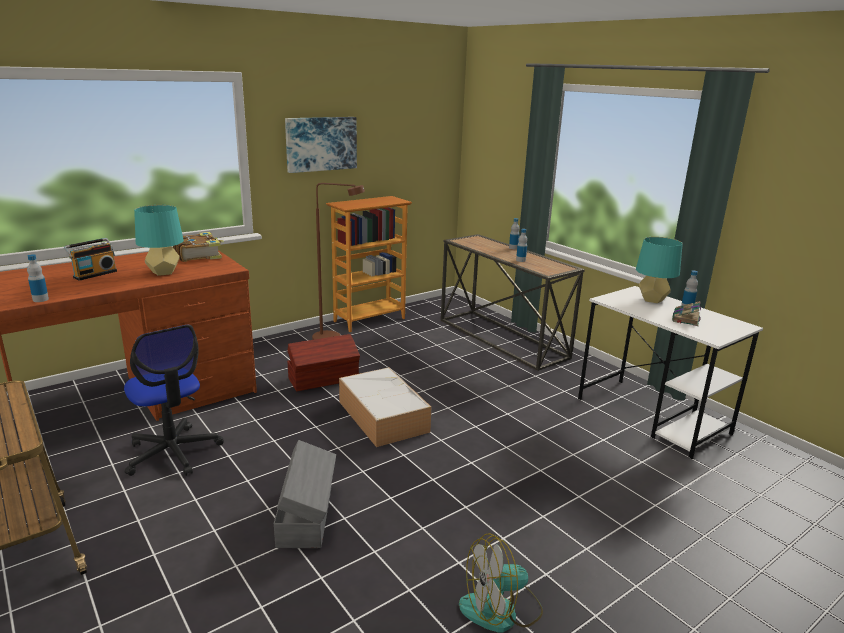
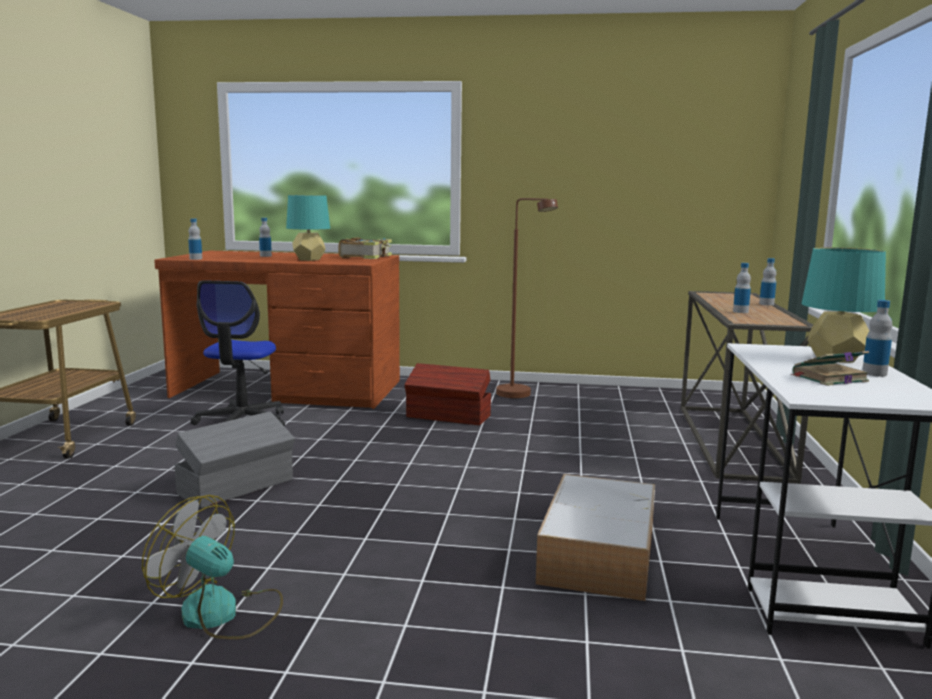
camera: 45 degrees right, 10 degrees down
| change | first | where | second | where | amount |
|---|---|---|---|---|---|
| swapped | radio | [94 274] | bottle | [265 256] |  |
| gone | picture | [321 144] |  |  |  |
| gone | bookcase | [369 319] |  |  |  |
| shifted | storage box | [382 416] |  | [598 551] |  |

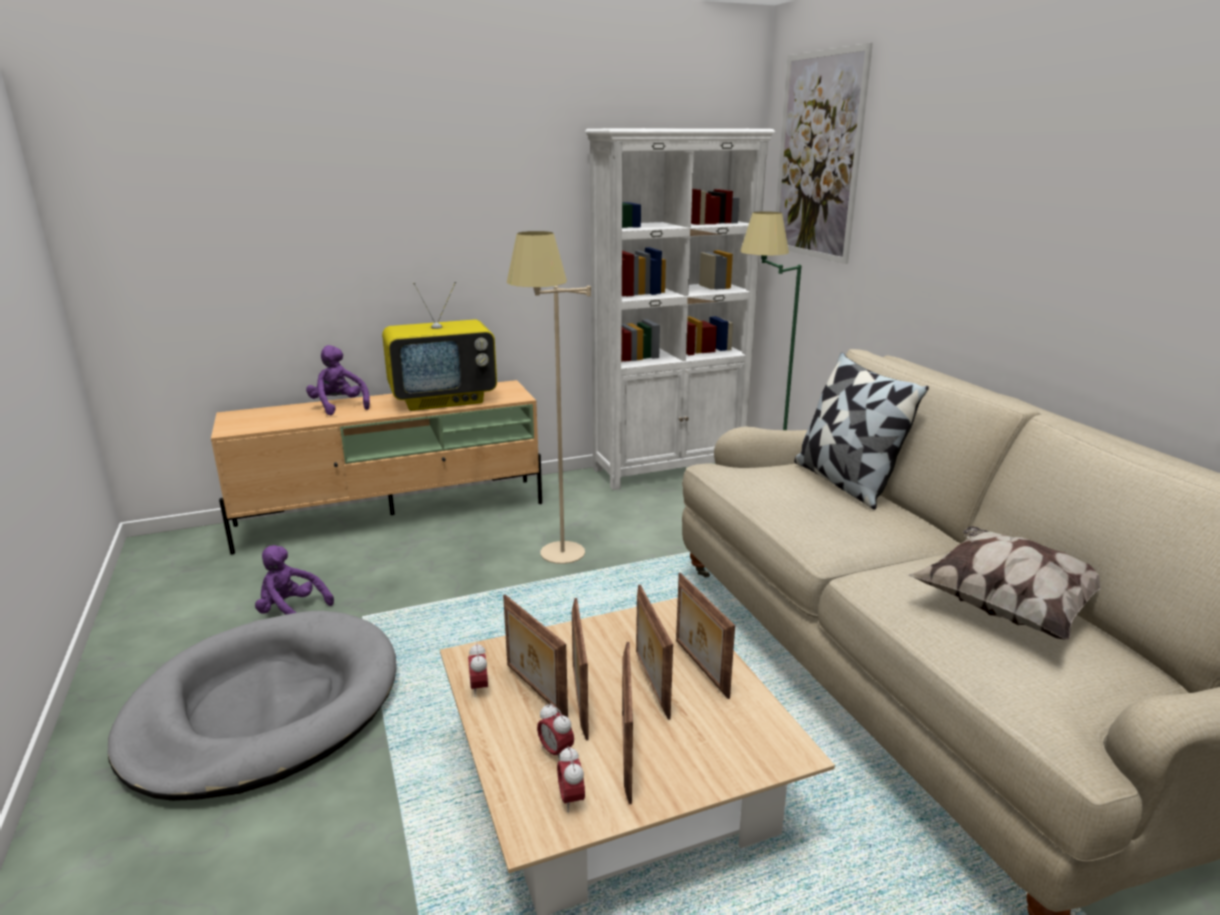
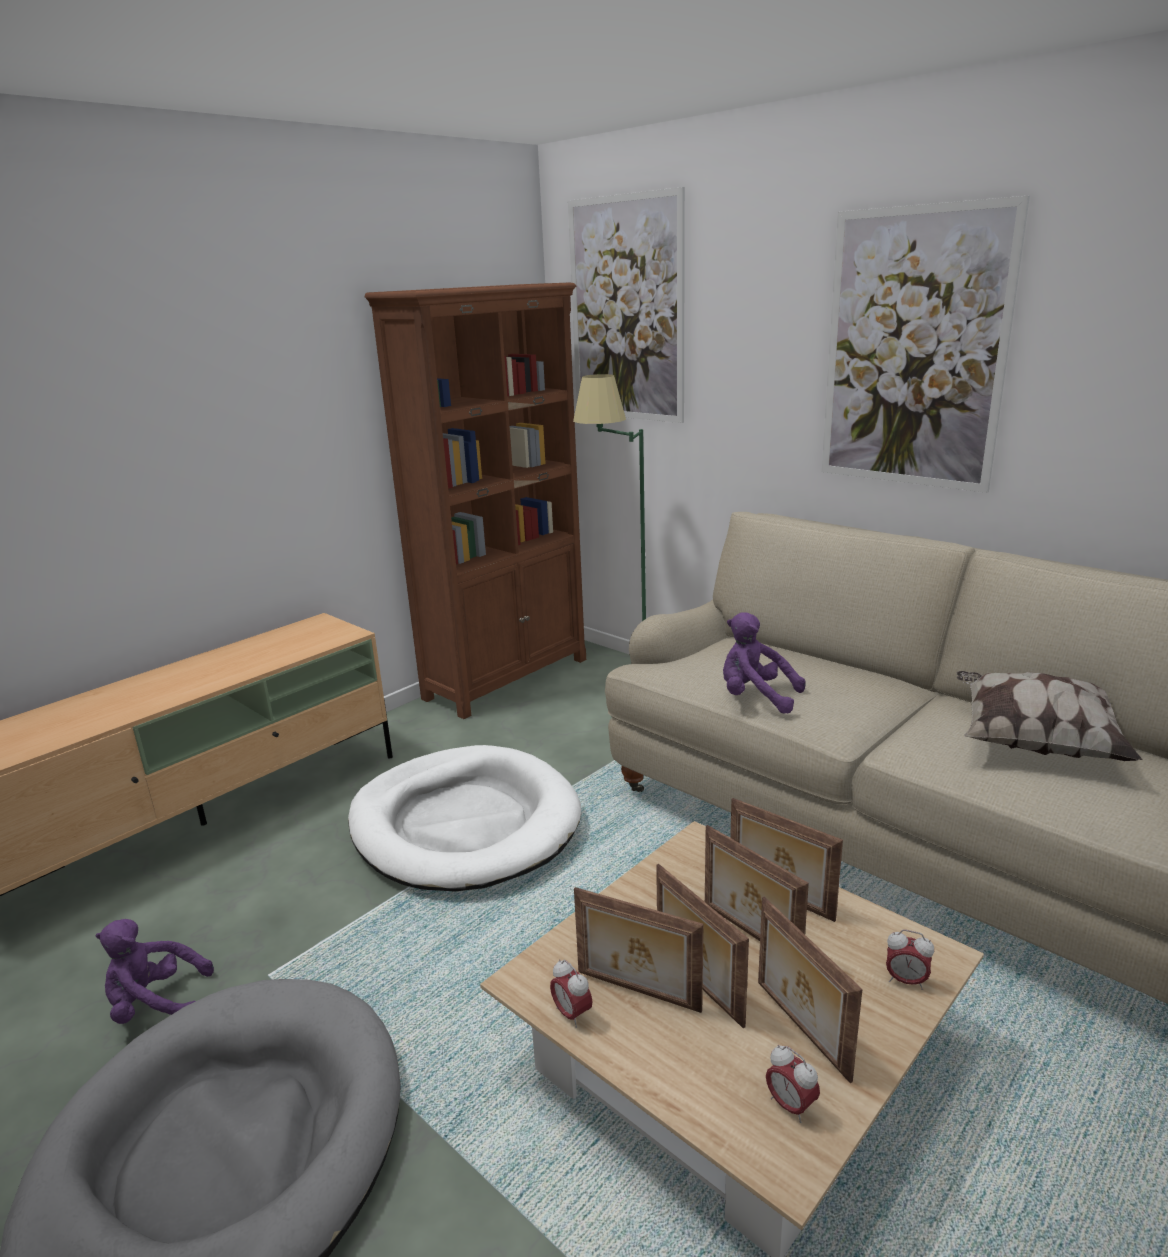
camera: 25 degrees left, 0 degrees up
| change | first | where | second | where | amount |
|---|---|---|---|---|---|
| shifted | purple plush toy | [339 406] |  | [755 697] |  |
| gone | television | [444 400] |  |  |  |
| swapped | beige floor lamp | [555 562] | white dog bed | [464 824] |  |
| shifted | alarm clock | [555 751] |  | [906 981] |  |
| repainted | white bookcase | [670 468] | brown bookcase | [508 678] |  |
| gone | pillow | [845 482] |  |  |  |
| new |  |  | picture | [913 350] |  |

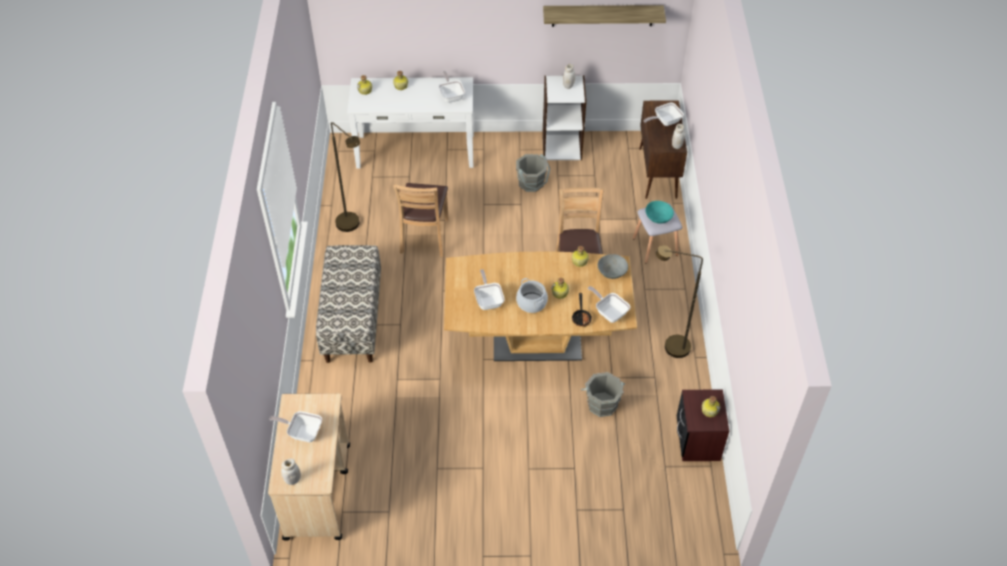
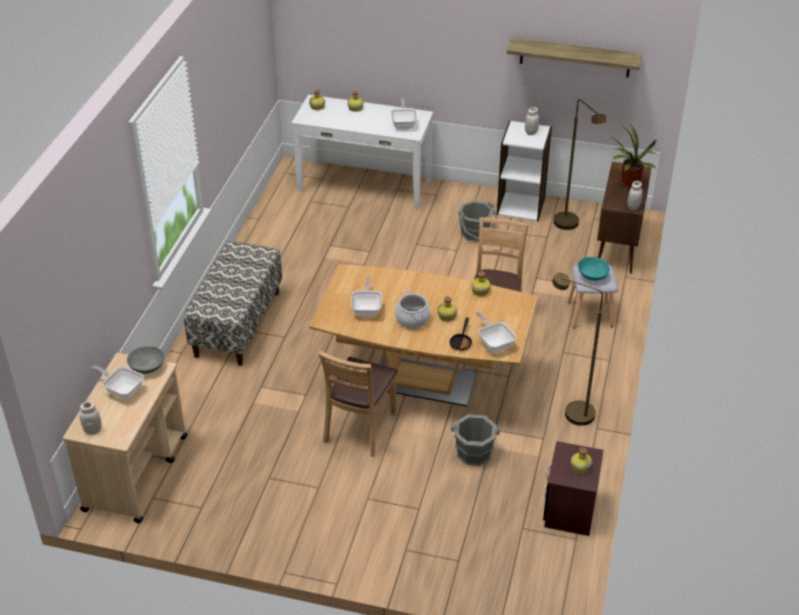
camera: 15 degrees right, 10 degrees down
| change | first | where | second | where | amount |
|---|---|---|---|---|---|
| shifted | brown floor lamp | [352 226] |  | [570 226] |  |
| shifted | brown chair | [425 237] |  | [360 428] |  |
| shifted | grey bowl | [612 272] |  | [147 368] |  |
| swapped | frying pan | [664 121] | potted plant | [628 183] |  |

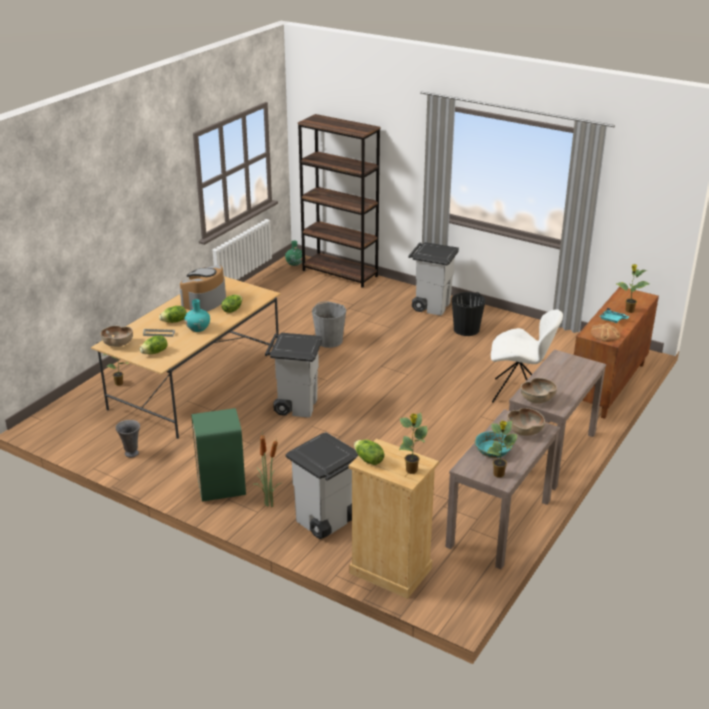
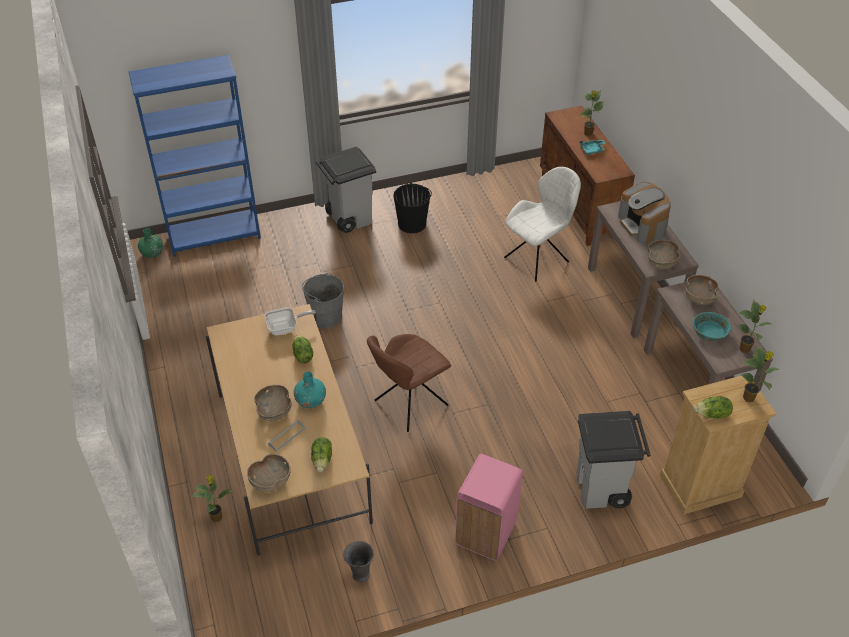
camera: 50 degrees left, 15 degrees up
| change | first | where | second | where | amount |
|---|---|---|---|---|---|
| swapped | lettuce | [174 321] | brown bowl | [274 411] |  |
| shifted | coffee machine | [204 301] |  | [642 225] |  |
| repainted | green trash can | [222 487] | pink trash can | [486 533] |  |
| gone | potted plant | [268 504] |  |  |  |
| swapped | grey trash can | [296 405] | brown chair | [409 404] |  |
| repainted | brown bookcase | [340 273] | blue bookcase | [214 236] |  |
| gone | bread | [605 334] |  |  |  |
| new |  |  | frying pan | [285 328] |  |

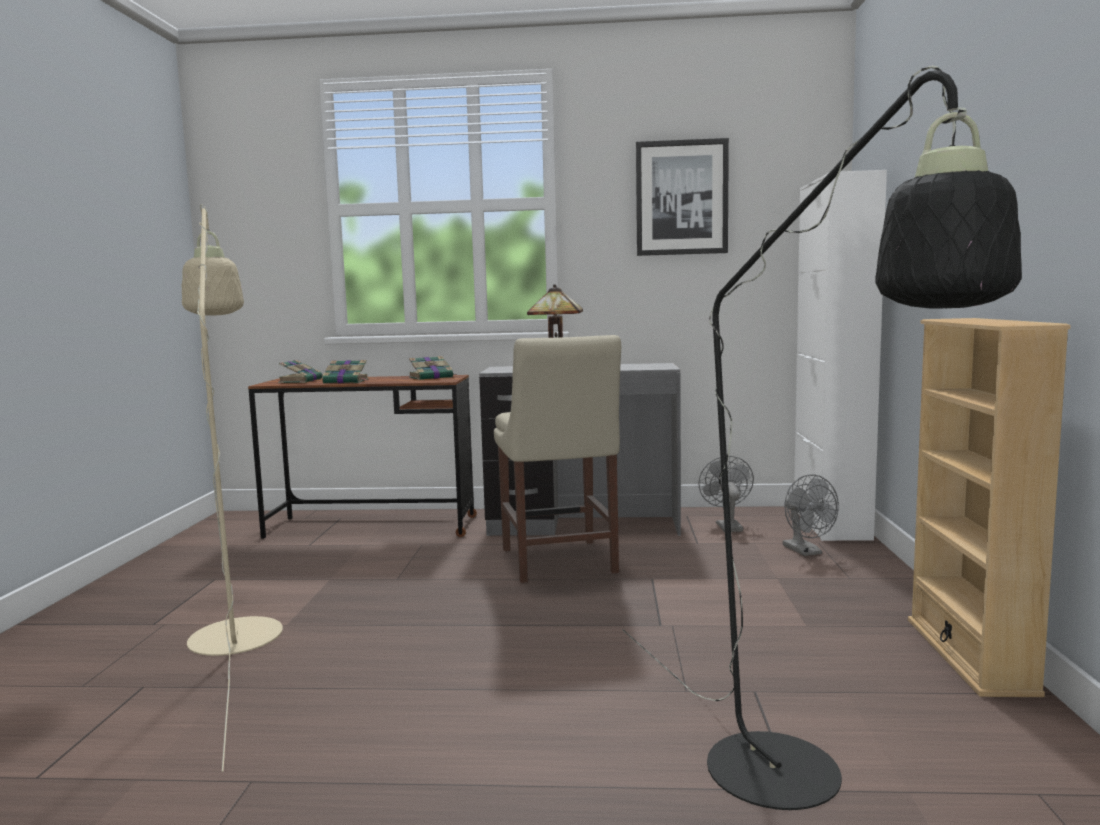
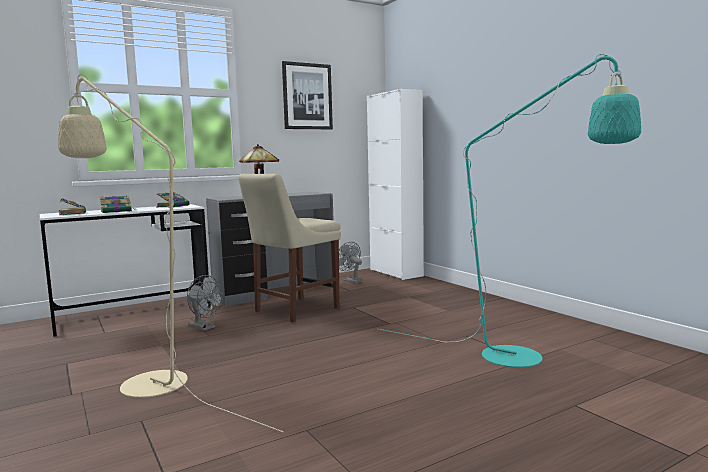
camera: 35 degrees left, 0 degrees up
| change | first | where | second | where | amount |
|---|---|---|---|---|---|
| repainted | brown desk | [371 527] | white desk | [134 315] |  |
| rotated | beige chair | [559 563] |  | [293 310] | 90 degrees clockwise |
| repainted | black floor lamp | [796 788] | turquoise floor lamp | [528 359] |  |
| shifted | grey fan | [806 552] |  | [204 327] |  |
| gone | beige bookcase | [969 655] |  |  |  |

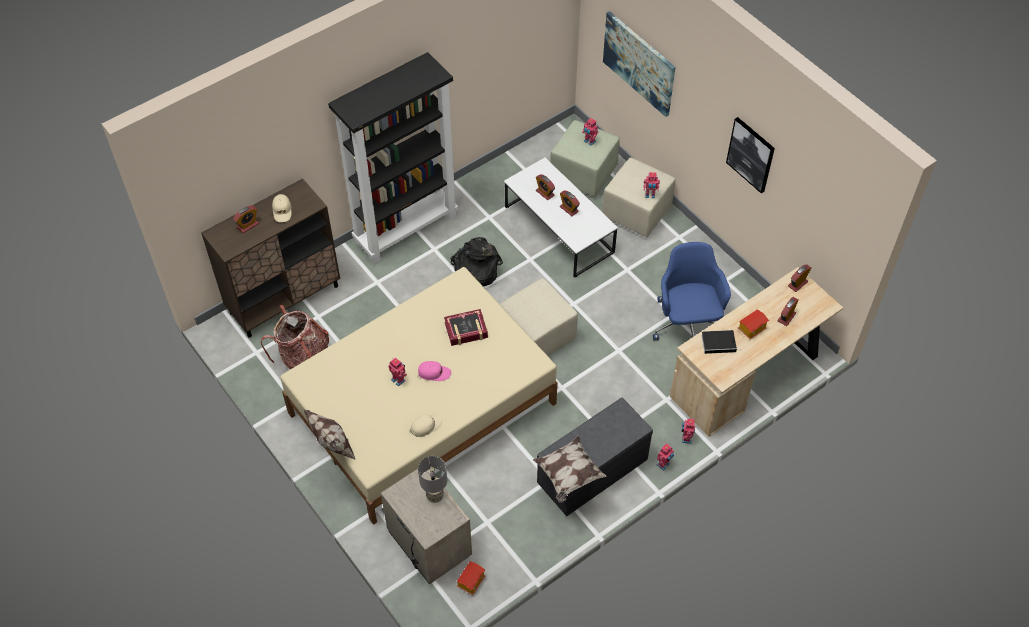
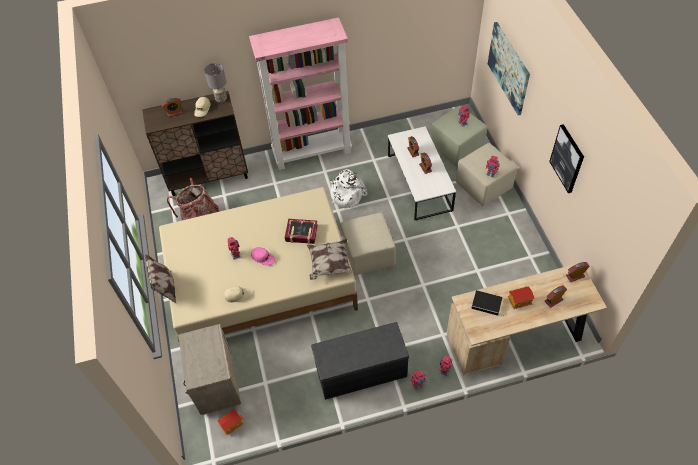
camera: 25 degrees right, 0 degrees up
| change | first | where | second | where | amount |
|---|---|---|---|---|---|
| repainted | black bookcase | [406 228] | pink bookcase | [312 152] |  |
| shifted | grey table lamp | [434 496] |  | [221 99] |  |
| repainted | black backpack | [476 270] | white backpack | [346 194] |  |
| shifted | pillow | [568 475] |  | [329 264] |  |
| gone | blue office chair | [687 324] |  |  |  |

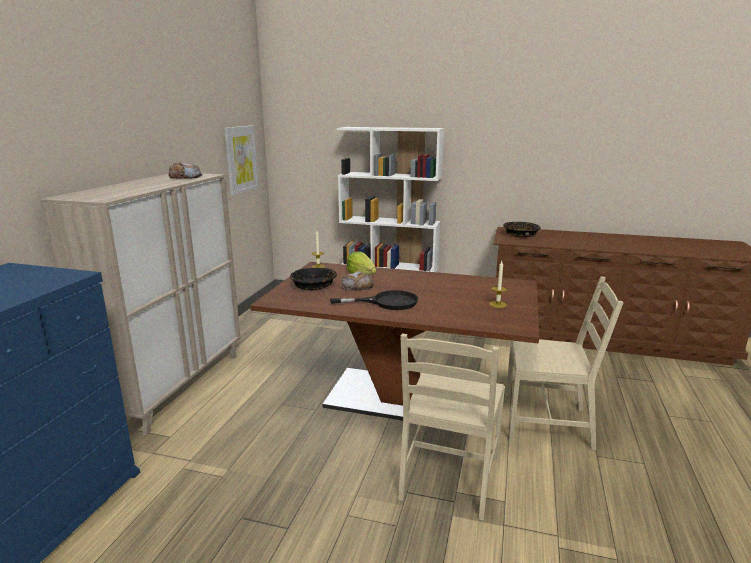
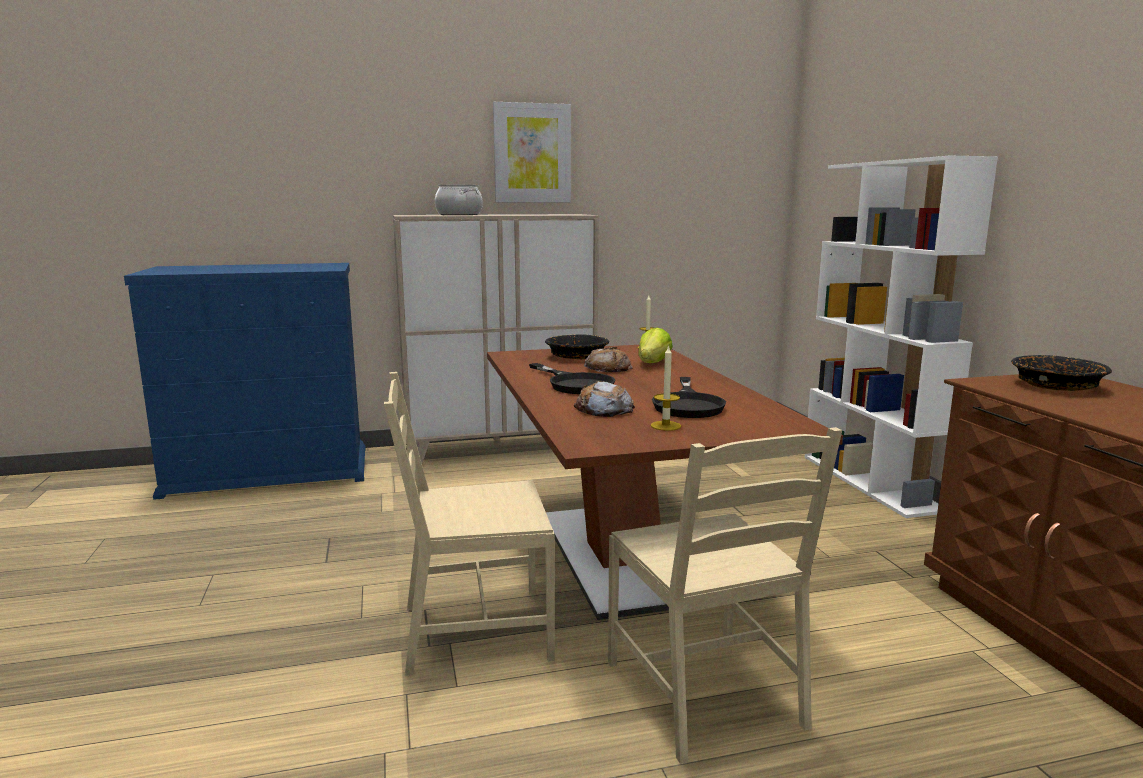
camera: 60 degrees right, 5 degrees down
| change | first | where | second | where | amount |
|---|---|---|---|---|---|
| shifted | bread | [185 177] |  | [603 409] |  |
| shifted | picture | [241 159] |  | [532 153] |  |
| new |  |  | cooking pot | [458 214] |  |
| new |  |  | black frying pan | [688 404] |  |

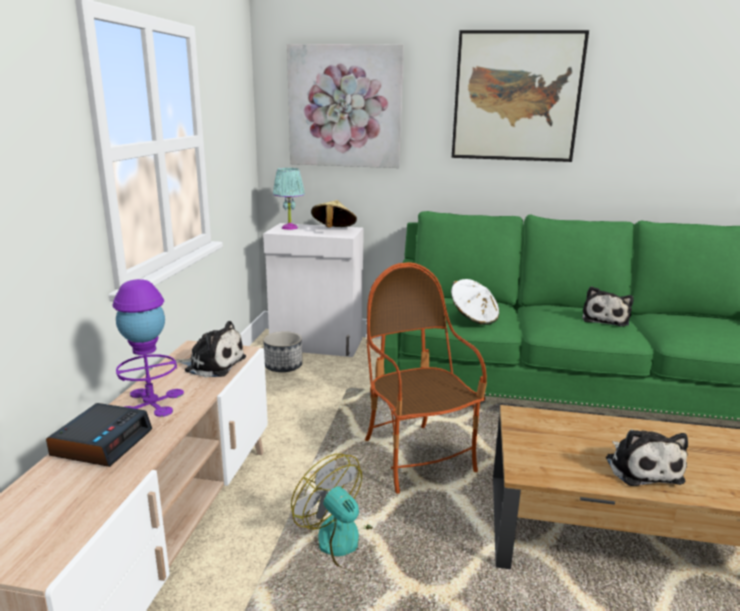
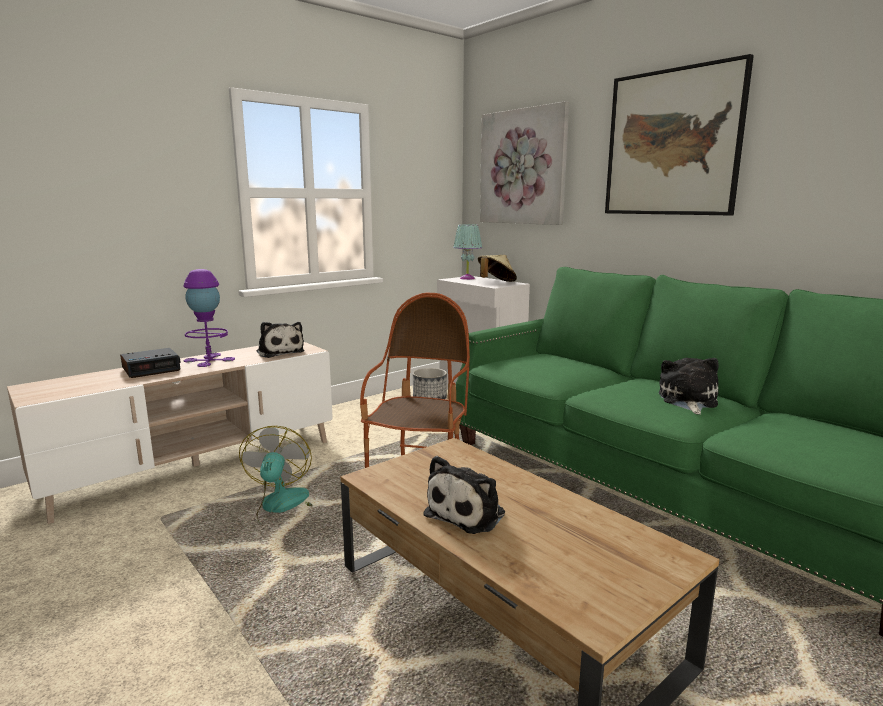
camera: 40 degrees right, 5 degrees down
| change | first | where | second | where | amount |
|---|---|---|---|---|---|
| gone | white hat | [473 318] |  |  |  |
| rotated | plush toy | [605 319] |  | [687 400] | 135 degrees clockwise |

